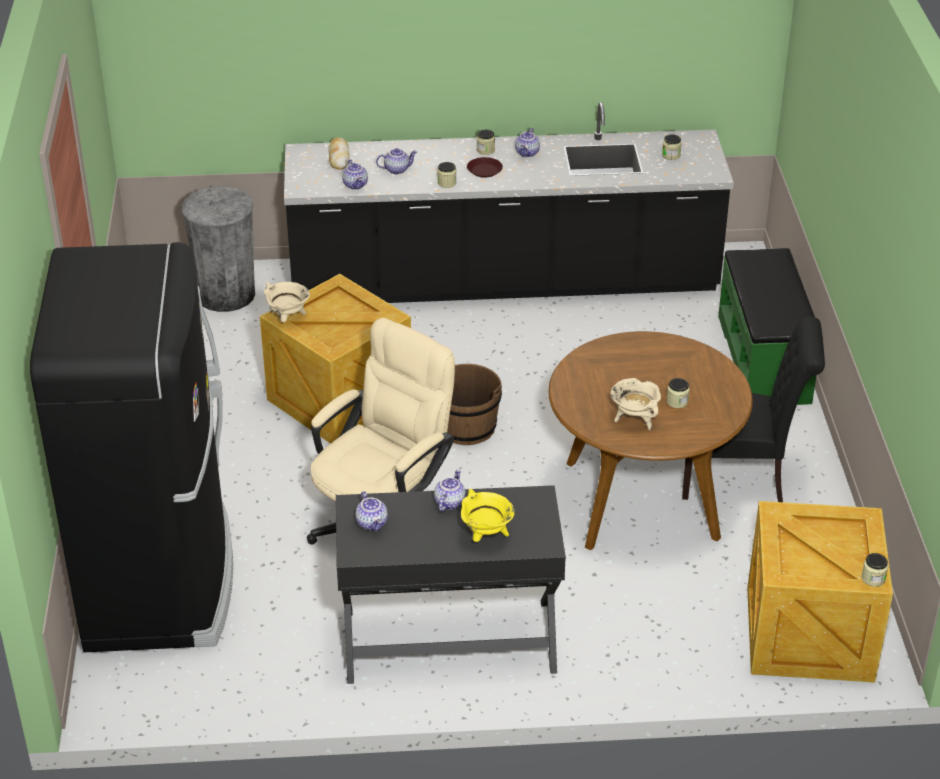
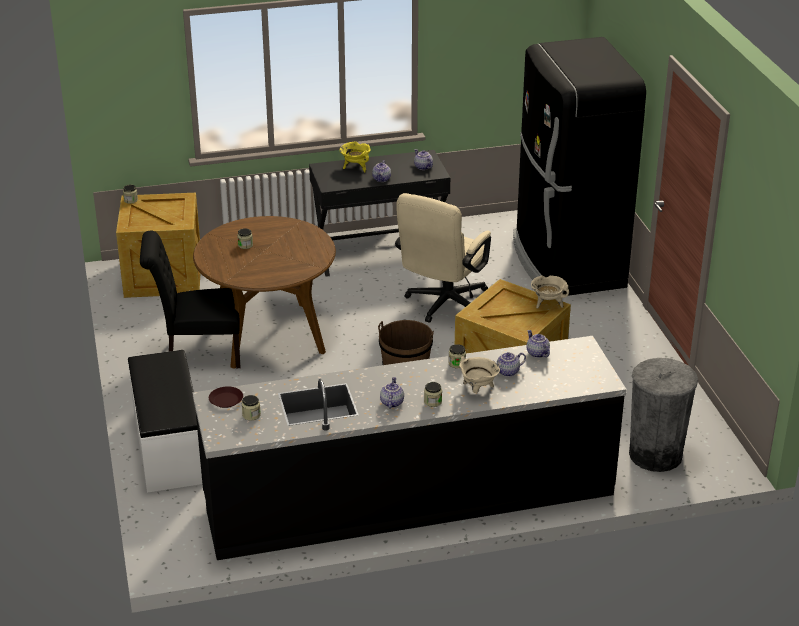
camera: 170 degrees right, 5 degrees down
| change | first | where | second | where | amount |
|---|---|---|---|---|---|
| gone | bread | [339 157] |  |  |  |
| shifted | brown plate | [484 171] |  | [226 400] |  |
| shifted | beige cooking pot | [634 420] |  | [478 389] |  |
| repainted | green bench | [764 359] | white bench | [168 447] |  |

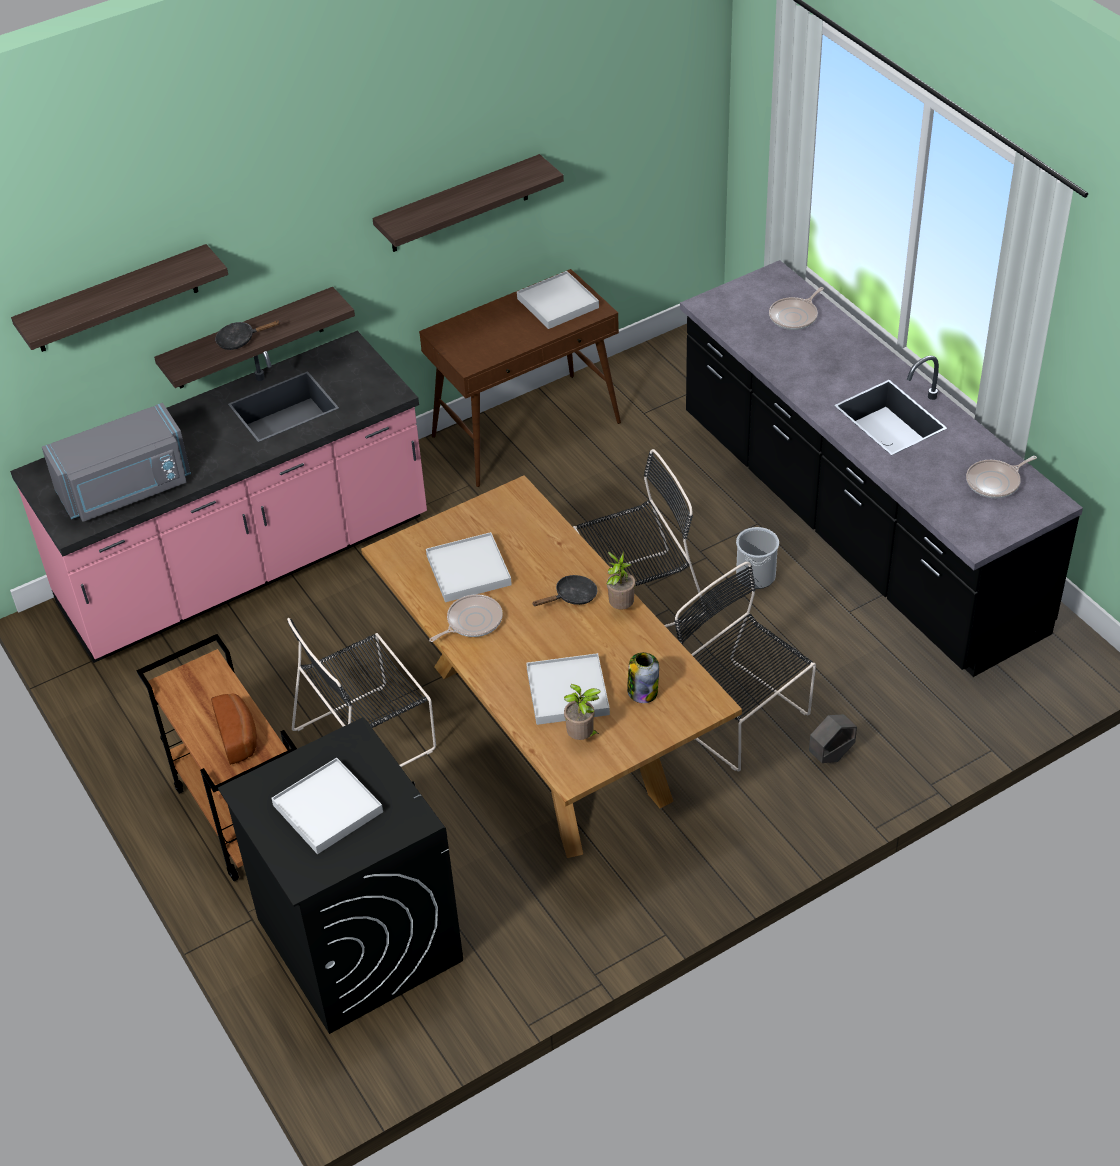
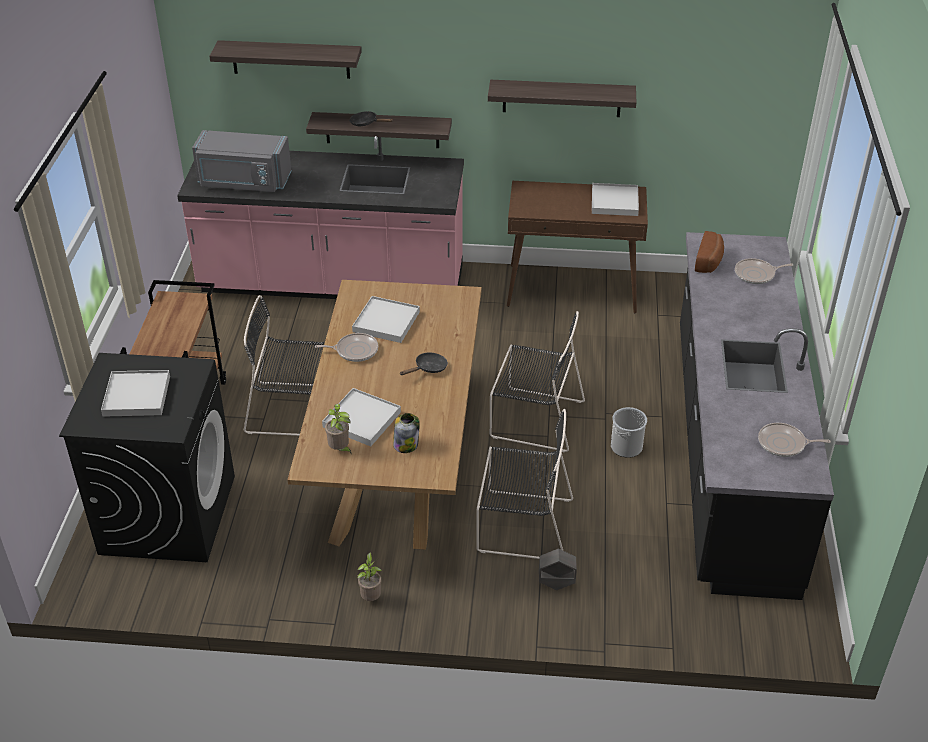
camera: 35 degrees right, 5 degrees down
| change | first | where | second | where | amount |
|---|---|---|---|---|---|
| shifted | bread | [239 736] |  | [709 261] |  |
| rotated | black frying pan | [572 597] |  | [428 368] | 45 degrees counterclockwise |
| shifted | potted plant | [620 606] |  | [371 597] |  |
| rotated | black chair | [739 717] |  | [521 525] | 105 degrees clockwise |

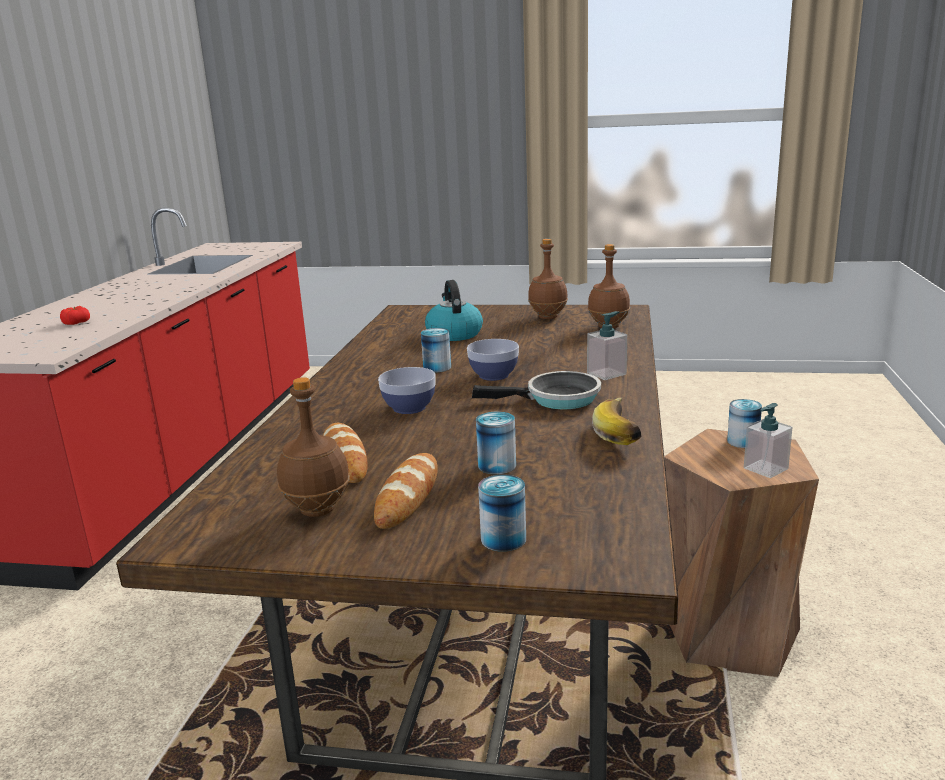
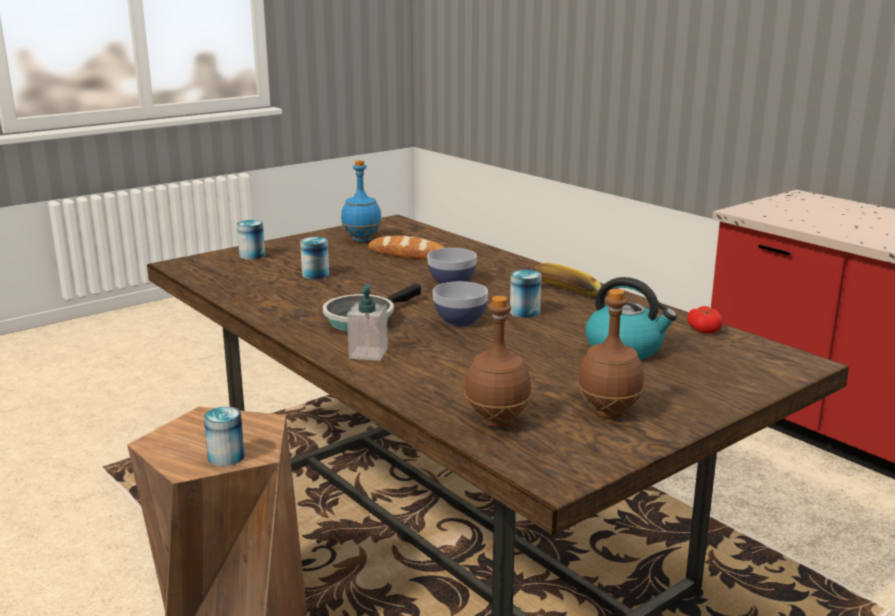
camera: 130 degrees right, 0 degrees up
| change | first | where | second | where | amount |
|---|---|---|---|---|---|
| shifted | tomato | [76 323] |  | [704 329] |  |
| repainted | brown bottle | [318 511] | blue bottle | [361 240] |  |
| gone | bread | [408 496] |  |  |  |
| shifted | banana | [624 433] |  | [565 294] |  |
| gone | soap dispenser | [765 468] |  |  |  |

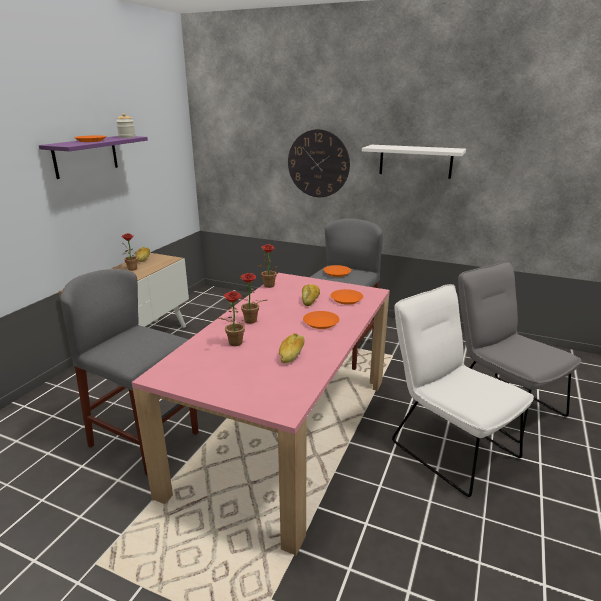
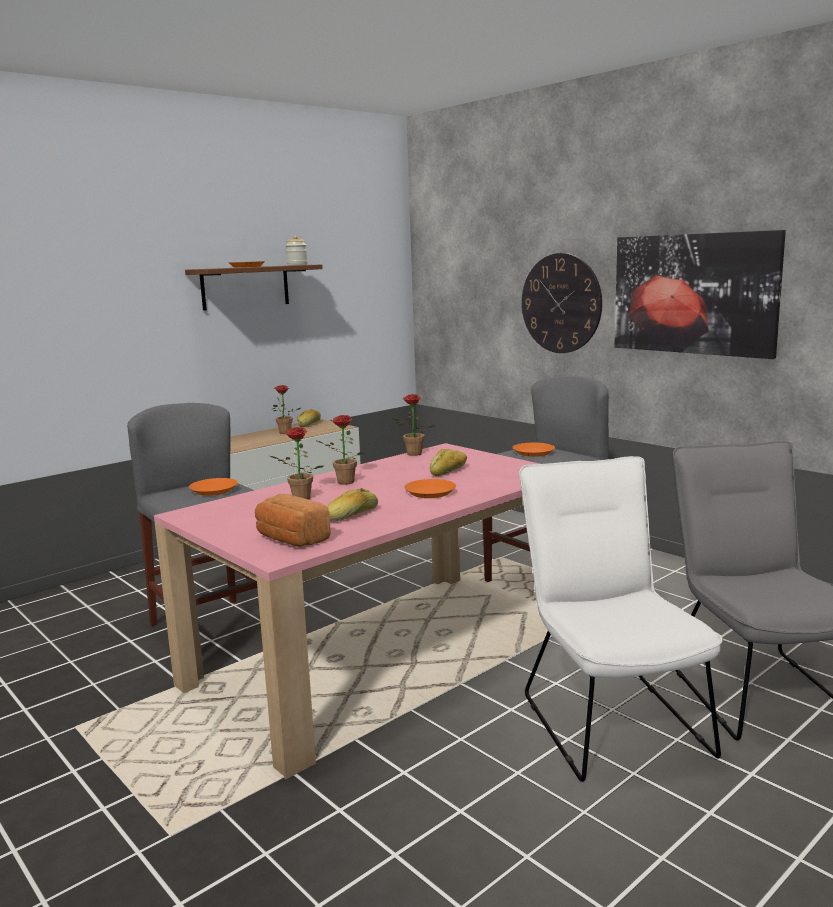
camera: 25 degrees right, 10 degrees down
| change | first | where | second | where | amount |
|---|---|---|---|---|---|
| repainted | purple shelf | [86 156] | brown shelf | [245 287] |  |
| shifted | orange plate | [346 299] |  | [213 490] |  |
| swapped | white shelf | [415 161] | picture | [693 294] |  |
| new |  |  | bread | [291 539] |  |

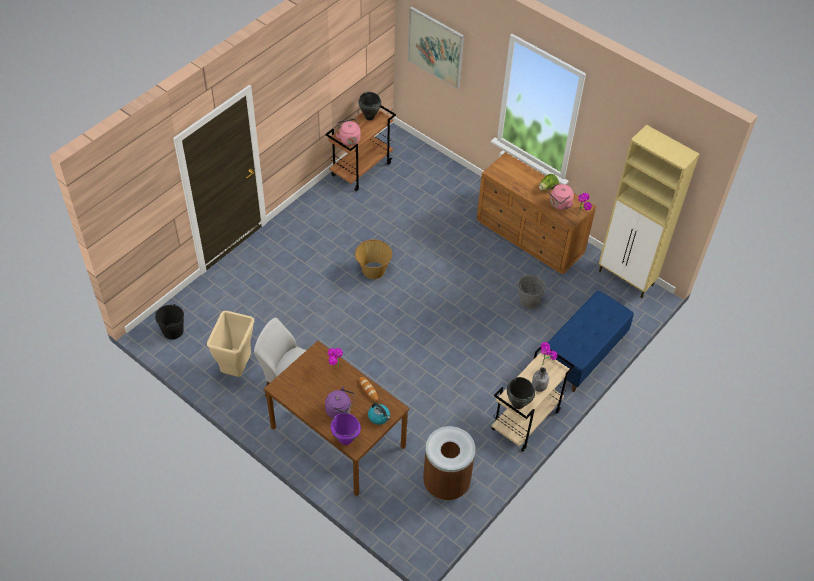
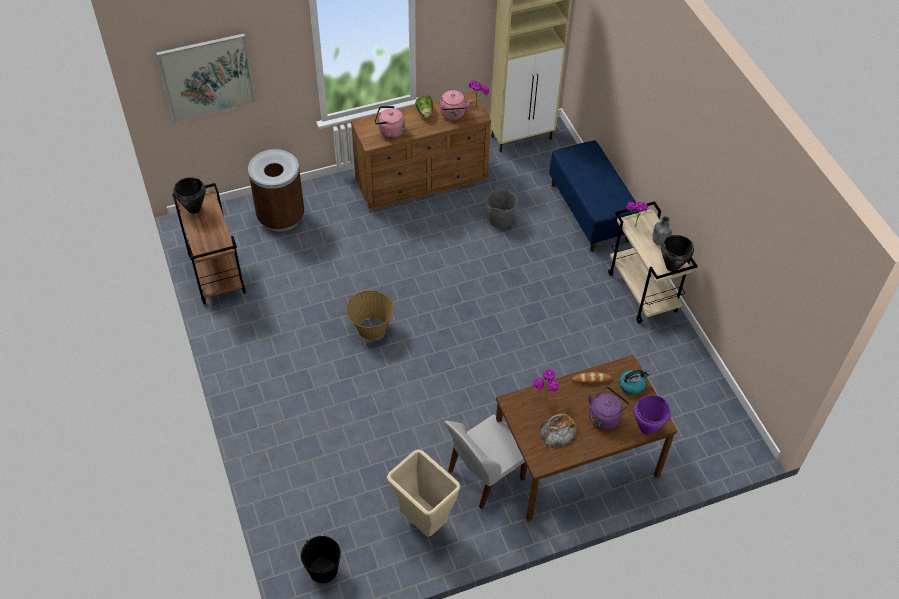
camera: 60 degrees left, 0 degrees up
| change | first | where | second | where | amount |
|---|---|---|---|---|---|
| shifted | pink kettle | [349 139] |  | [389 131] |  |
| shifted | brown trash can | [446 483] |  | [281 217] |  |
| new |  |  | bread | [558 430] |  |

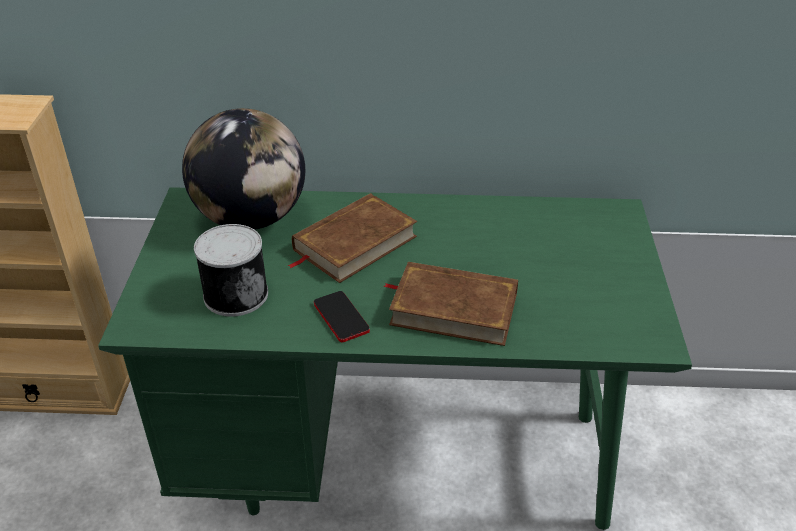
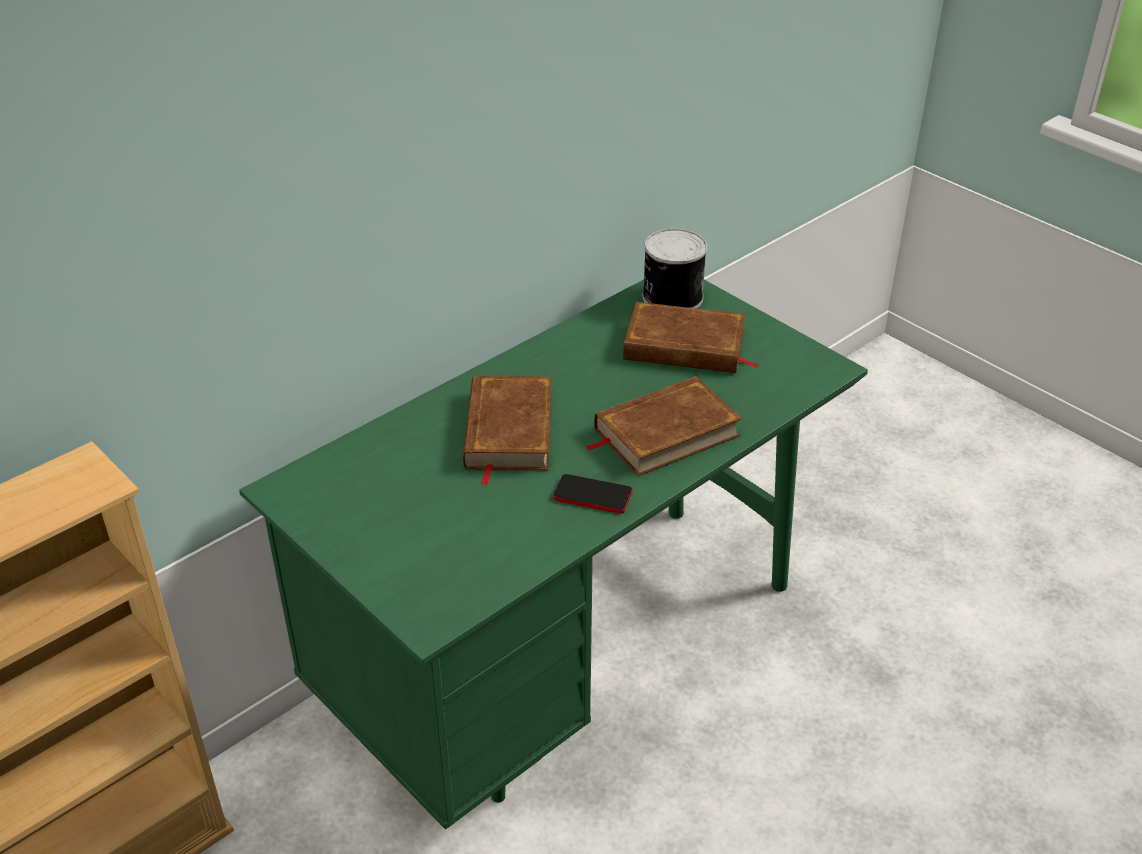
camera: 45 degrees left, 0 degrees up
| change | first | where | second | where | amount |
|---|---|---|---|---|---|
| gone | globe | [251 218] |  |  |  |
| shifted | can | [235 293] |  | [671 297] |  |
| new |  |  | brown book | [684 346] |  |

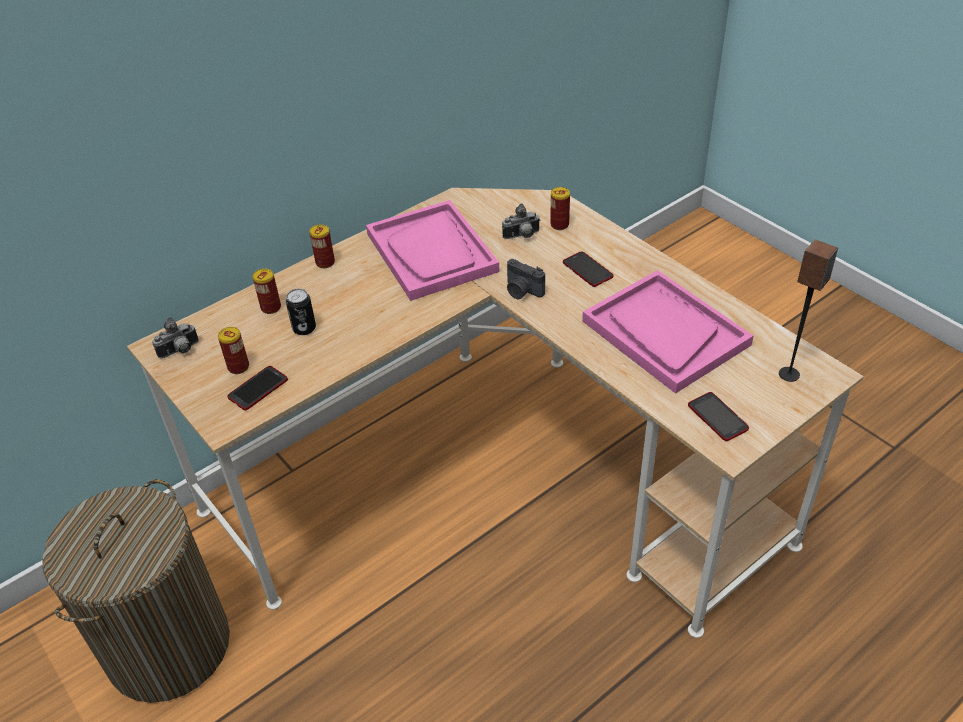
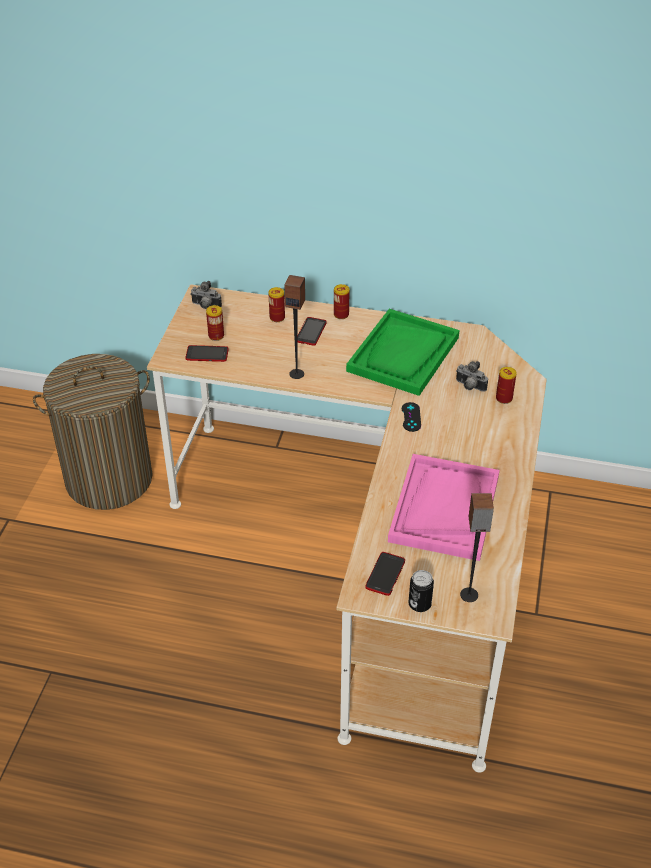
camera: 50 degrees right, 0 degrees up
| change | first | where | second | where | amount |
|---|---|---|---|---|---|
| shifted | can | [304 328] |  | [419 604] |  |
| repainted | pink tray | [432 252] | green tray | [403 354] |  |
| swapped | photo camera | [522 291] | black game controller | [411 417] |  |
| shifted | phone | [587 270] |  | [311 332] |  |
| new |  |  | speaker | [296 374] |  |

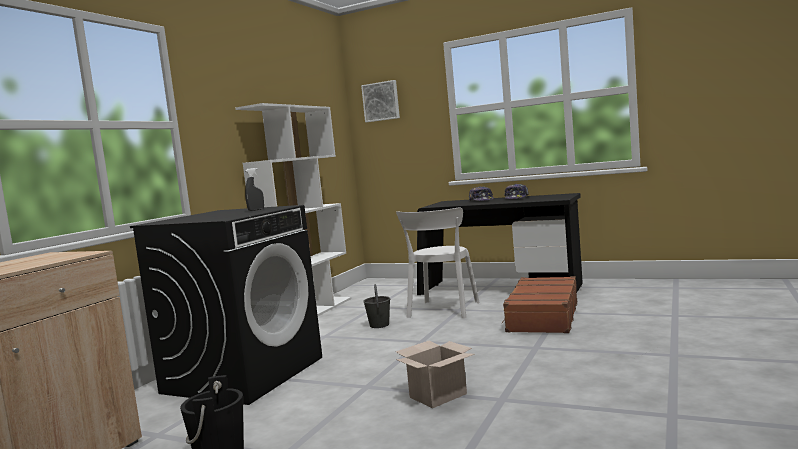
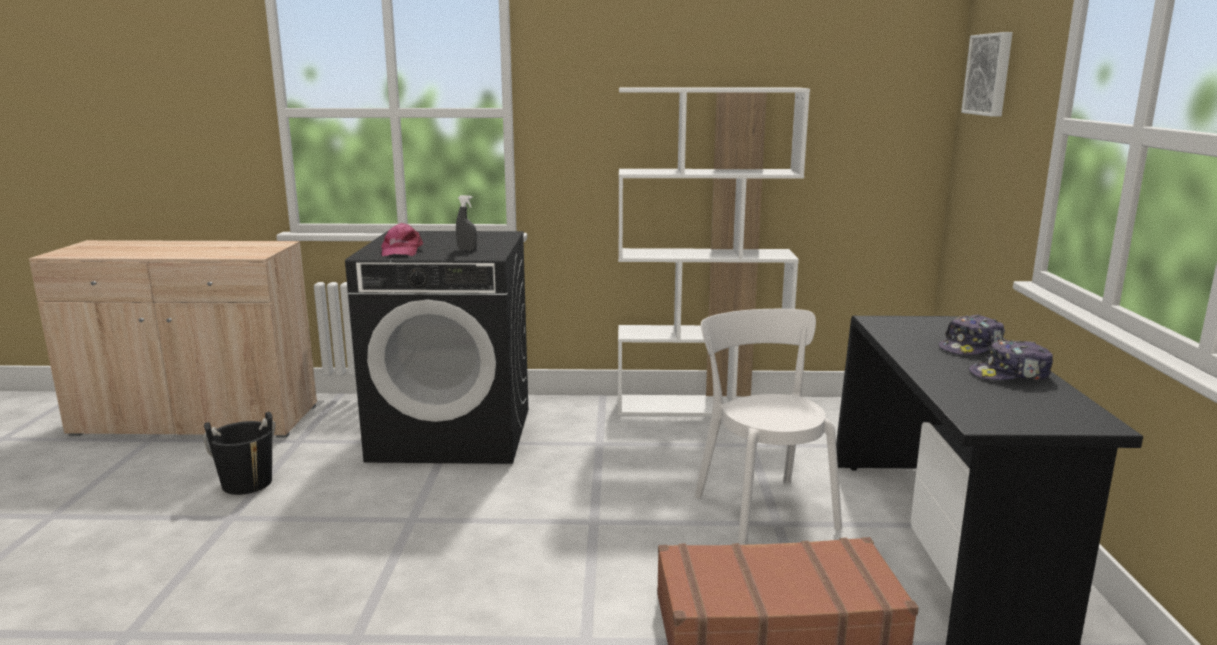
camera: 65 degrees right, 10 degrees up
| change | first | where | second | where | amount |
|---|---|---|---|---|---|
| gone | grey bucket | [379 325] |  |  |  |
| rotated | white chair | [442 310] |  | [762 508] | 75 degrees clockwise |
| gone | cardboard box | [438 395] |  |  |  |
| new |  |  | pink cap | [401 251] |  |

